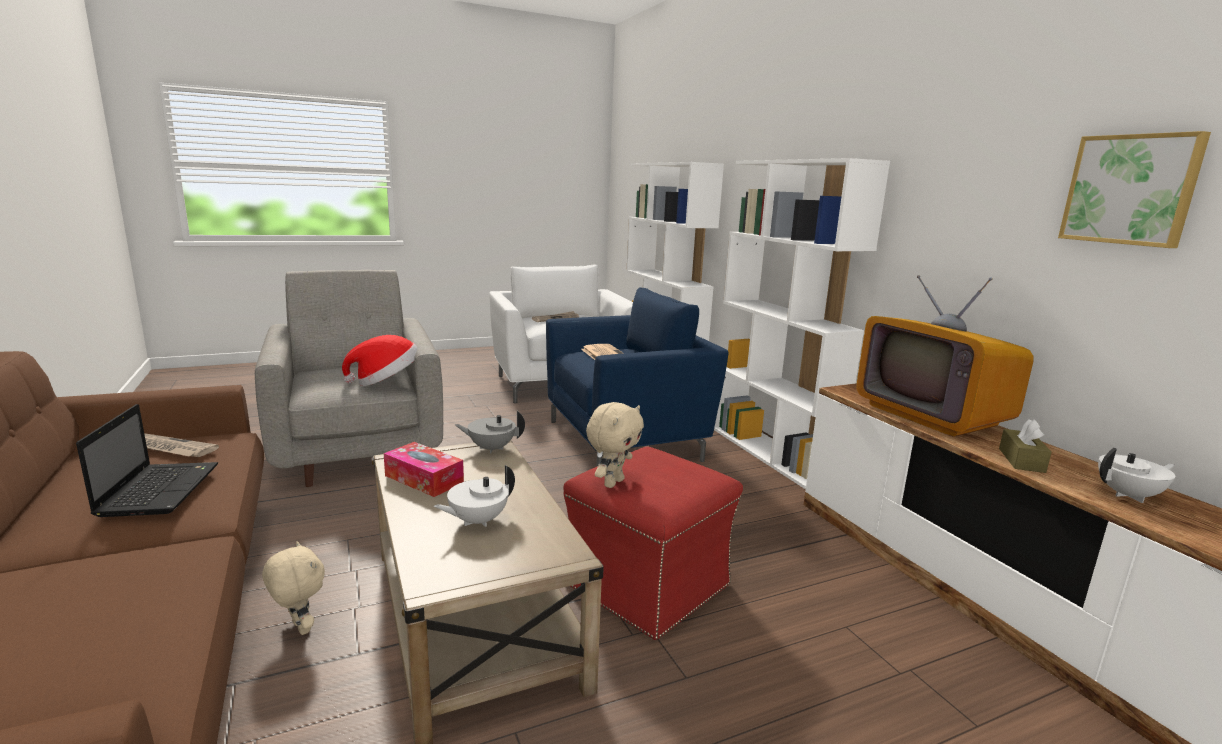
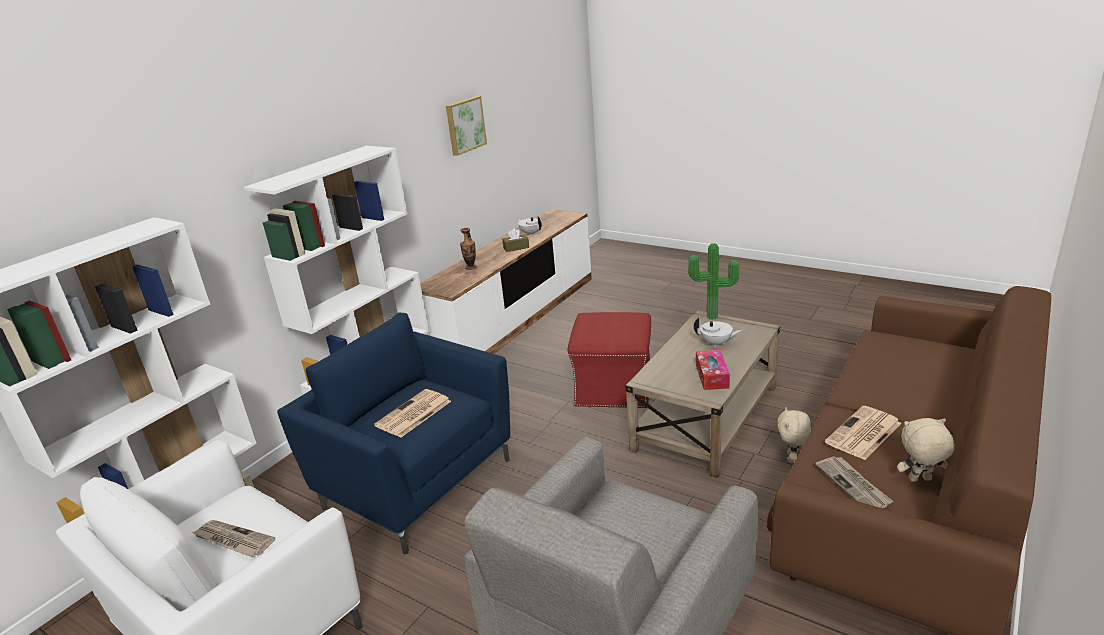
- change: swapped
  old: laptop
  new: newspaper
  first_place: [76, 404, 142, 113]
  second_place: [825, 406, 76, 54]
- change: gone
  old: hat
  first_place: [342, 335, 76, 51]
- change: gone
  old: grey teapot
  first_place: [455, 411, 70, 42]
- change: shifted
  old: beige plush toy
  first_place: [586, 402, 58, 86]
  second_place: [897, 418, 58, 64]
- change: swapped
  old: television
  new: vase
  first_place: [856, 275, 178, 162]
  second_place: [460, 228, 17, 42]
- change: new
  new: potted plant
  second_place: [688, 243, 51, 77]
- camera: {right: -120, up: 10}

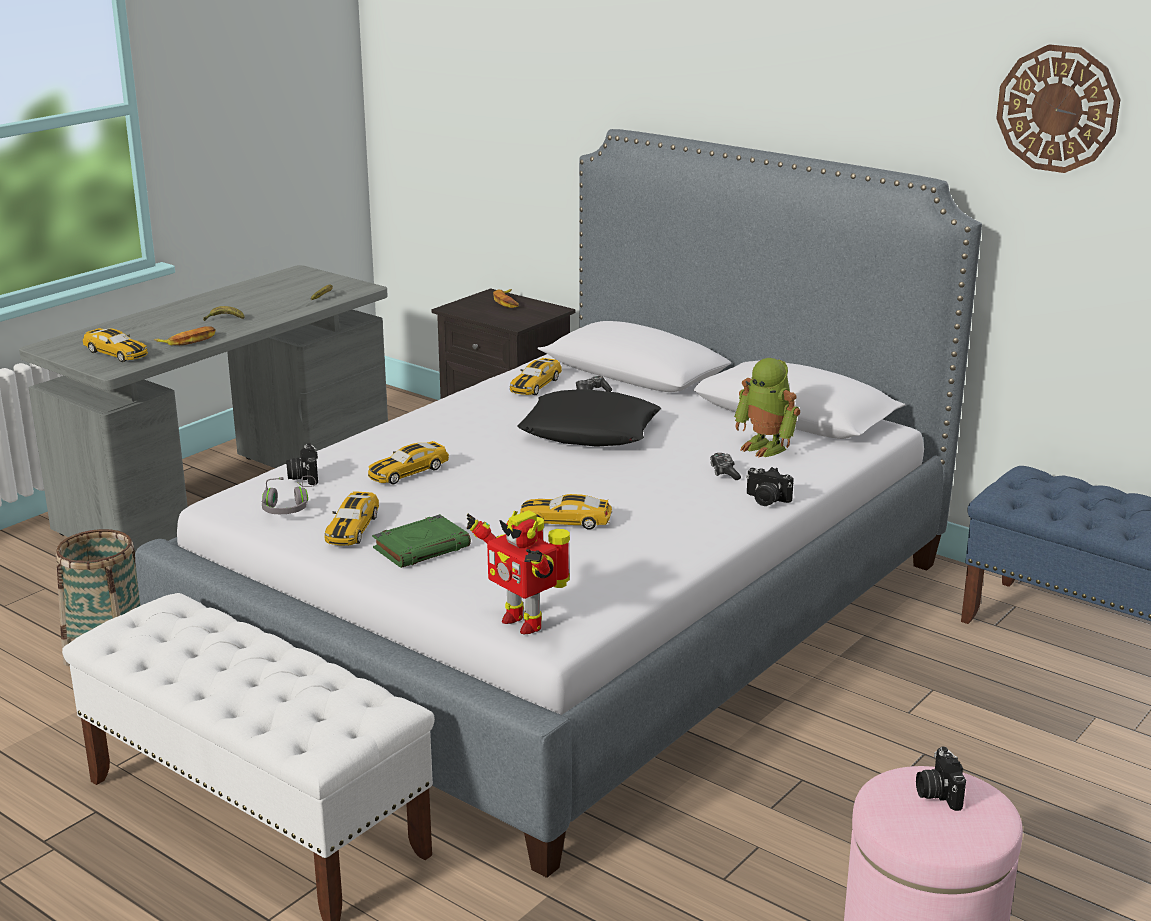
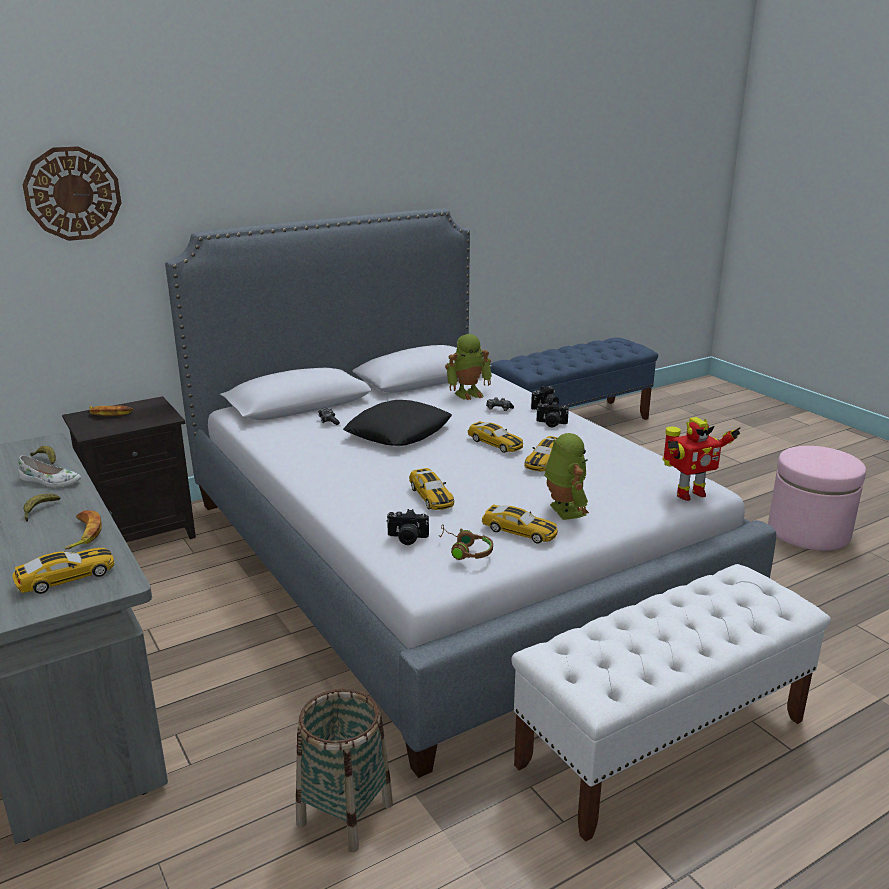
- change: repainted
  old: grey headphones
  new: brown headphones
  first_place: [262, 476, 54, 38]
  second_place: [439, 524, 54, 36]
- change: swapped
  old: green book
  new: toy robot
  first_place: [372, 514, 99, 54]
  second_place: [544, 433, 45, 87]
- change: shifted
  old: toy car
  first_place: [510, 358, 52, 37]
  second_place: [468, 421, 55, 32]
- change: shifted
  old: photo camera
  first_place: [916, 747, 50, 64]
  second_place: [536, 402, 33, 25]
- change: shifted
  old: wall clock
  first_place: [996, 44, 125, 129]
  second_place: [23, 146, 98, 95]
- change: new
  new: white shoe
  second_place: [18, 455, 63, 32]
- camera: {right: -70, up: 0}

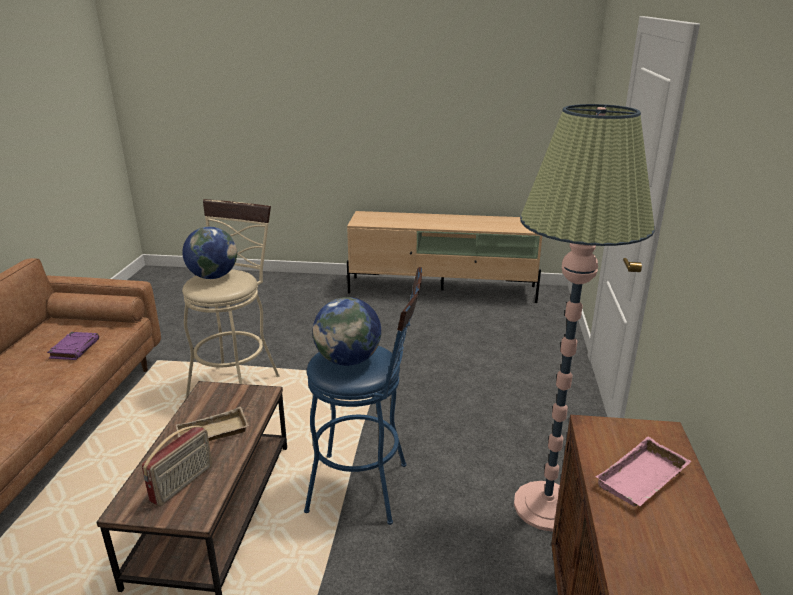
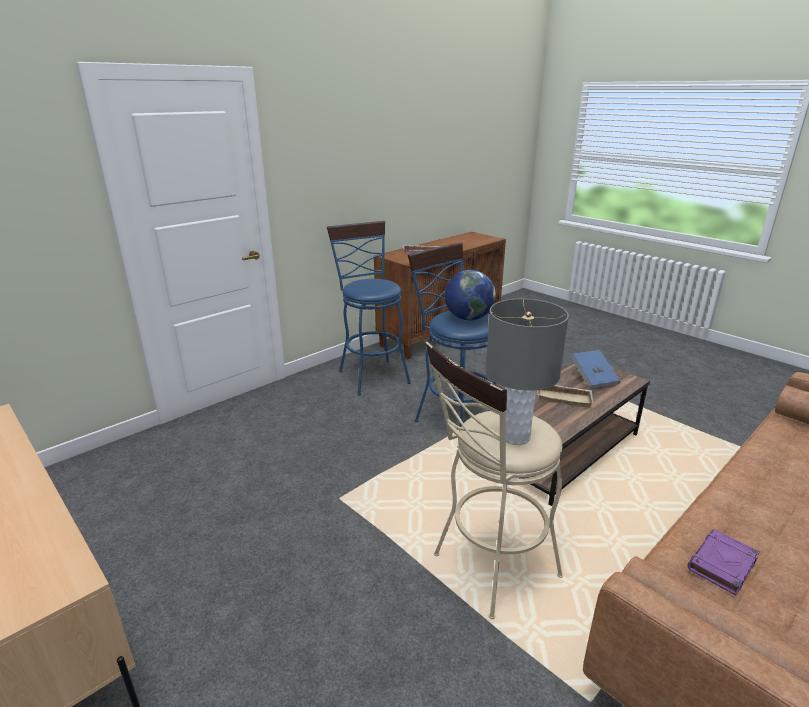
- change: swapped
  old: radio
  new: blue book
  first_place: [142, 425, 70, 81]
  second_place: [571, 350, 49, 39]
- change: swapped
  old: globe
  new: grey table lamp
  first_place: [182, 227, 55, 52]
  second_place: [485, 299, 84, 146]
- change: swapped
  old: floor lamp
  new: blue stool
  first_place: [514, 104, 141, 428]
  second_place: [327, 221, 84, 174]
- camera: {right: -140, up: 0}

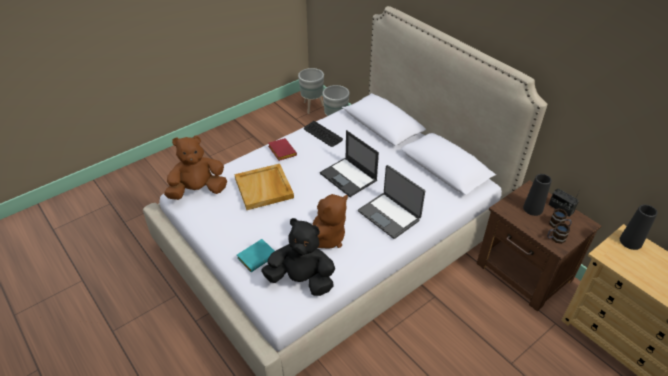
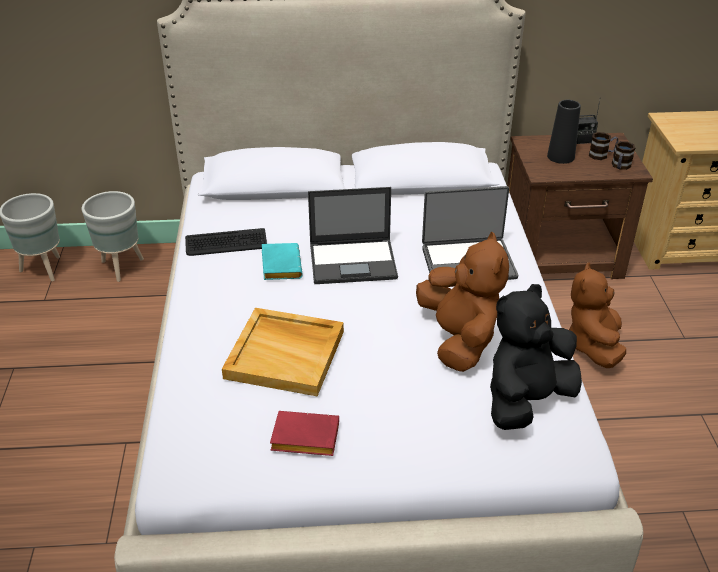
- change: shifted
  old: brown plush toy
  first_place: [164, 135, 63, 65]
  second_place: [569, 263, 57, 105]
- change: shifted
  old: turquoise book
  first_place: [237, 239, 38, 33]
  second_place: [262, 243, 41, 37]
- change: shifted
  old: red book
  first_place: [268, 138, 29, 23]
  second_place: [270, 411, 69, 45]
- change: gone
  old: black vase
  first_place: [620, 204, 37, 46]
- camera: {right: -55, up: -5}

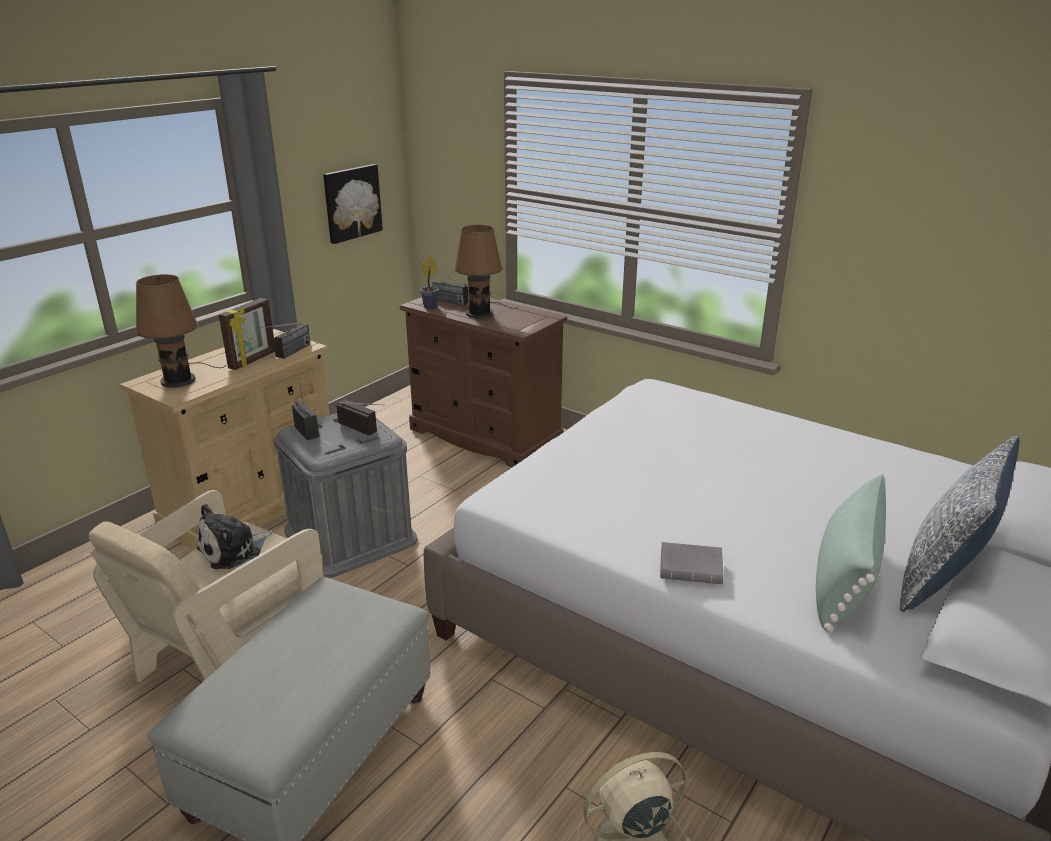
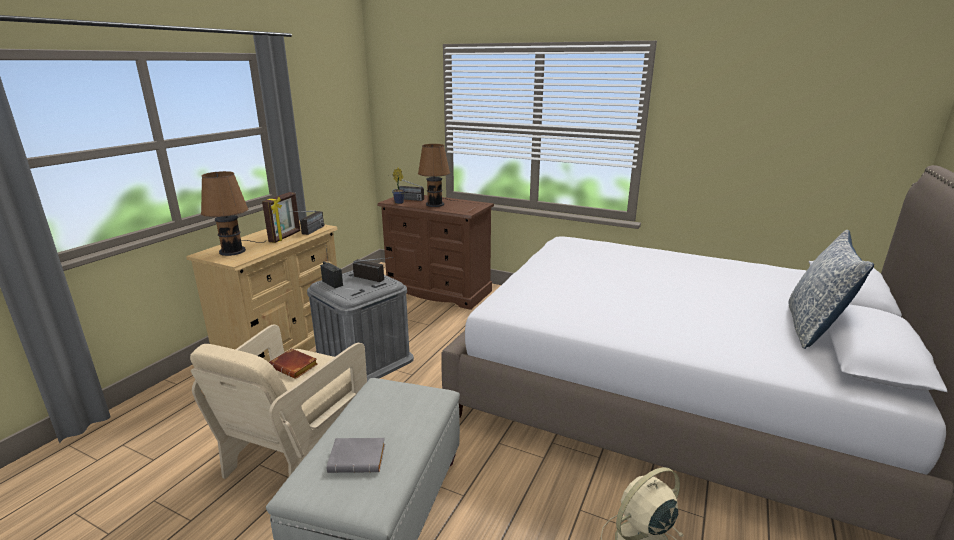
- change: swapped
  old: plush toy
  new: brown book
  first_place: [197, 504, 76, 65]
  second_place: [269, 348, 49, 31]
- change: gone
  old: picture
  first_place: [323, 164, 60, 80]
- change: shifted
  old: grey book
  first_place: [660, 542, 63, 42]
  second_place: [327, 438, 58, 35]
- change: gone
  old: green pillow
  first_place: [816, 474, 70, 158]
- camera: {right: -10, up: -5}

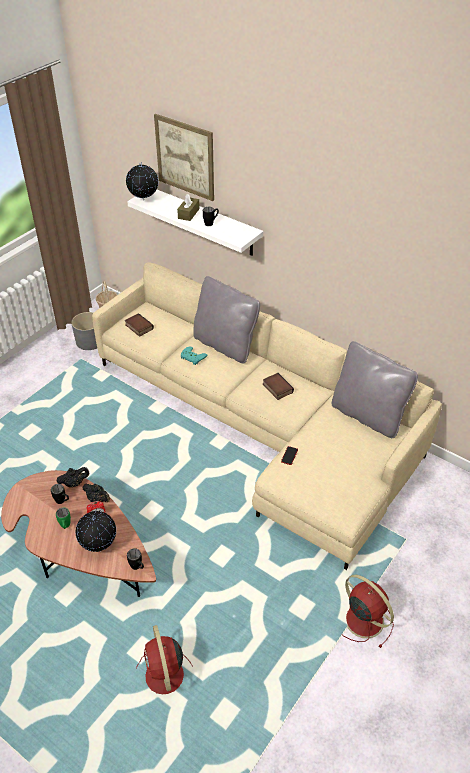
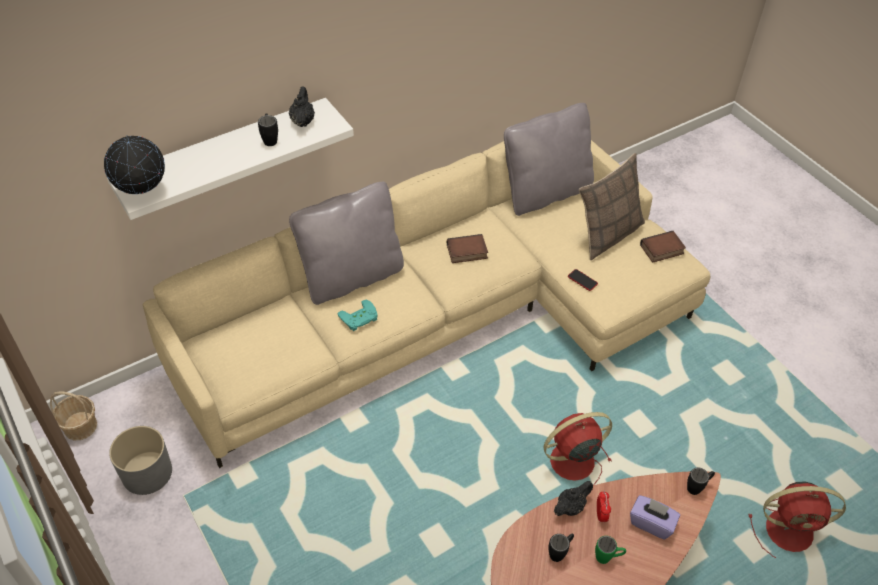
- change: shifted
  old: black teapot
  first_place: [56, 467, 33, 20]
  second_place: [289, 86, 26, 41]
- change: swapped
  old: globe
  new: purple tissue box
  first_place: [75, 511, 41, 41]
  second_place: [630, 495, 50, 45]
- change: shifted
  old: book
  first_place: [125, 313, 29, 24]
  second_place: [640, 231, 46, 32]
- change: gone
  old: picture
  first_place: [154, 114, 60, 87]
- change: gone
  old: brown tissue box
  first_place: [177, 194, 23, 27]
- change: shifted
  old: red fan
  first_place: [342, 574, 52, 74]
  second_place: [543, 412, 69, 73]
- change: new
  new: pillow
  second_place: [579, 153, 66, 107]
- camera: {right: -70, up: 5}

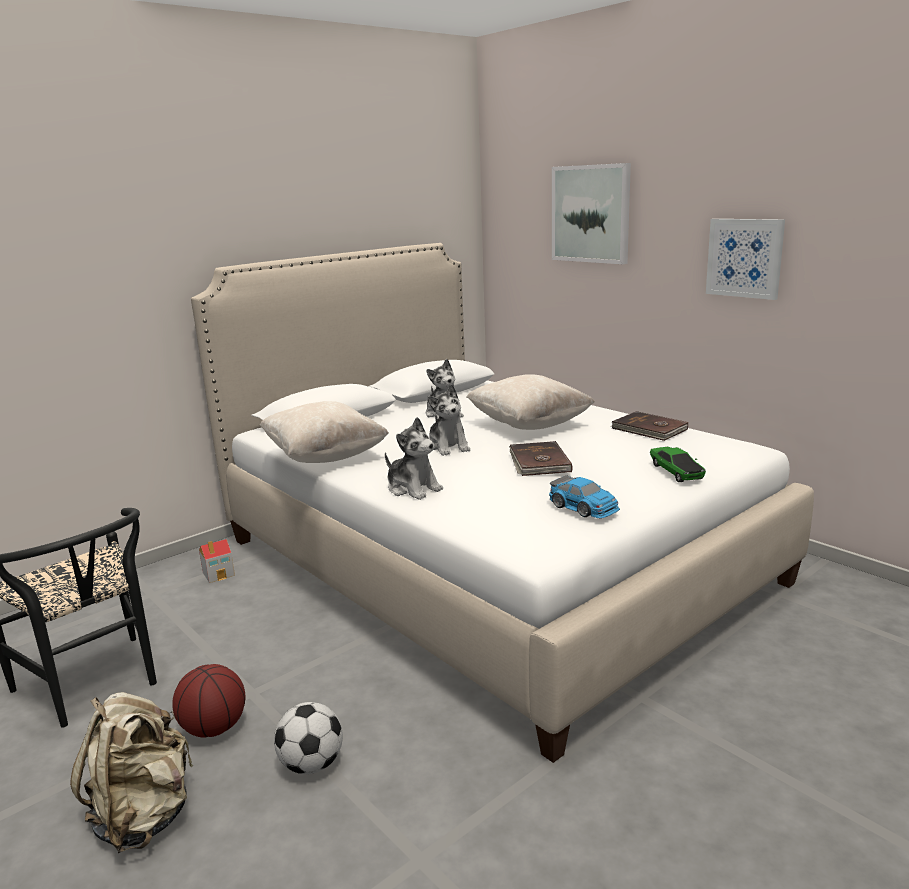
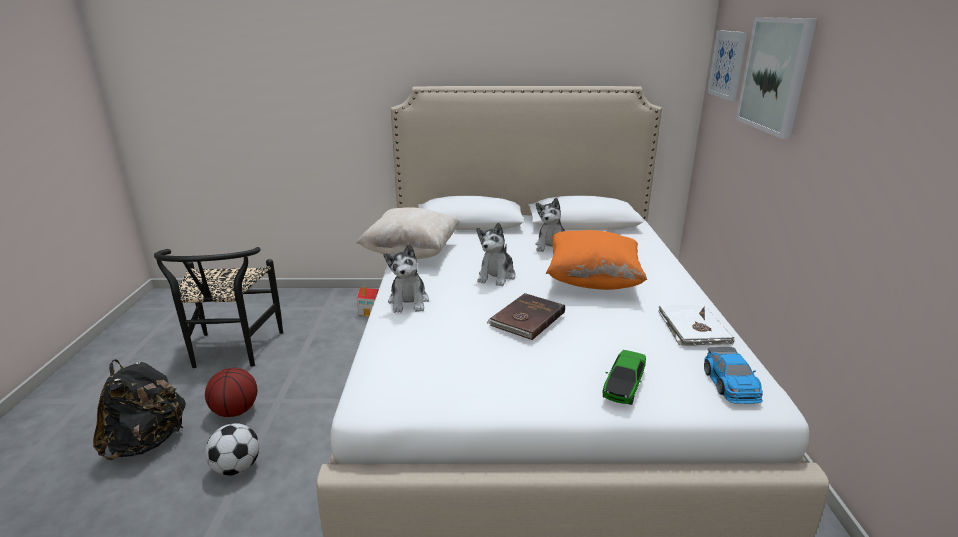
- change: repainted
  old: beige backpack
  new: black backpack
  first_place: [70, 692, 123, 161]
  second_place: [93, 359, 93, 101]
- change: repainted
  old: beige pillow
  new: orange pillow
  first_place: [466, 374, 129, 56]
  second_place: [546, 230, 101, 60]
- change: shifted
  old: toy car
  first_place: [549, 476, 71, 43]
  second_place: [704, 347, 59, 57]
- change: repainted
  old: brown book
  new: white book
  first_place: [611, 411, 77, 30]
  second_place: [658, 304, 76, 43]
- change: shifted
  old: picture
  first_place: [706, 219, 79, 81]
  second_place: [707, 30, 40, 71]
- camera: {right: 40, up: 5}

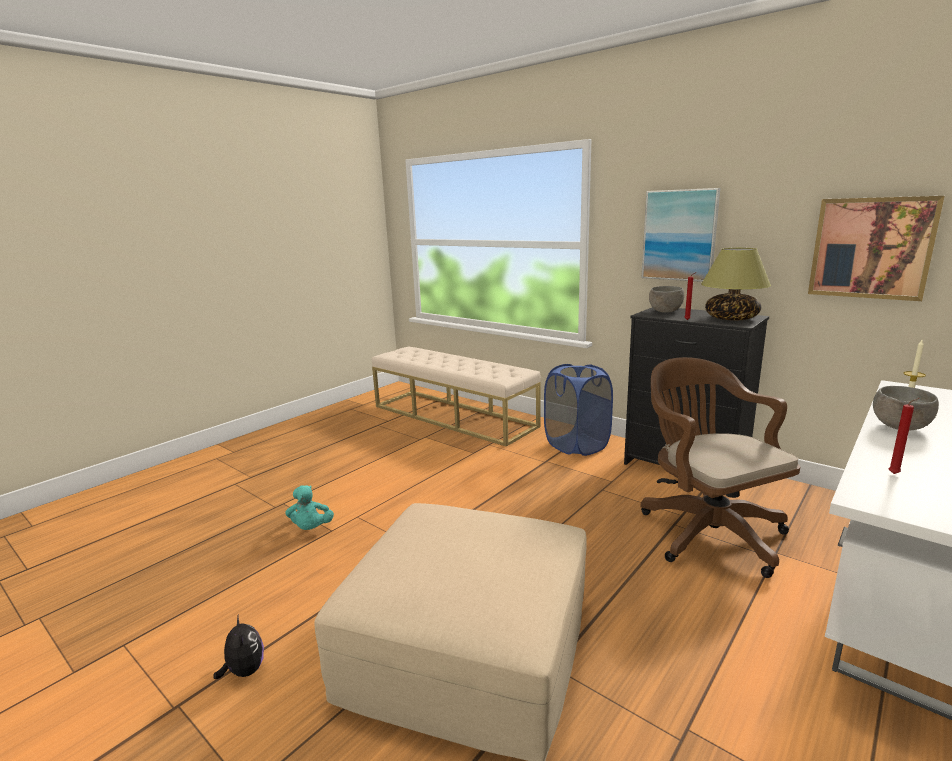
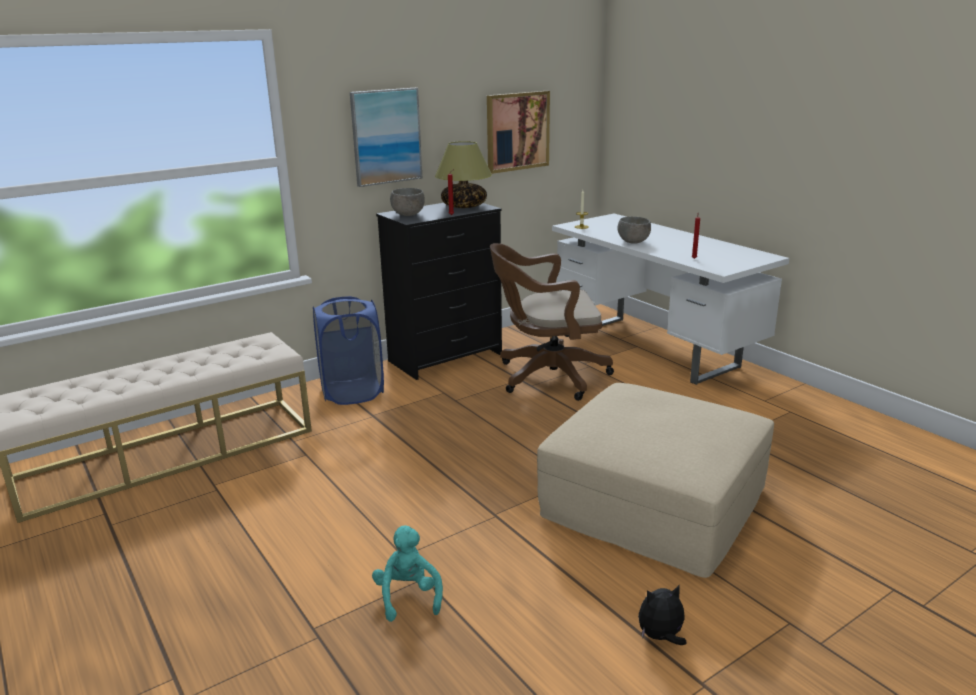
- change: rotated
  old: turquoise plush toy
  first_place: [285, 485, 49, 45]
  second_place: [372, 525, 71, 97]
  degrees: -105
- camera: {right: -75, up: 5}

